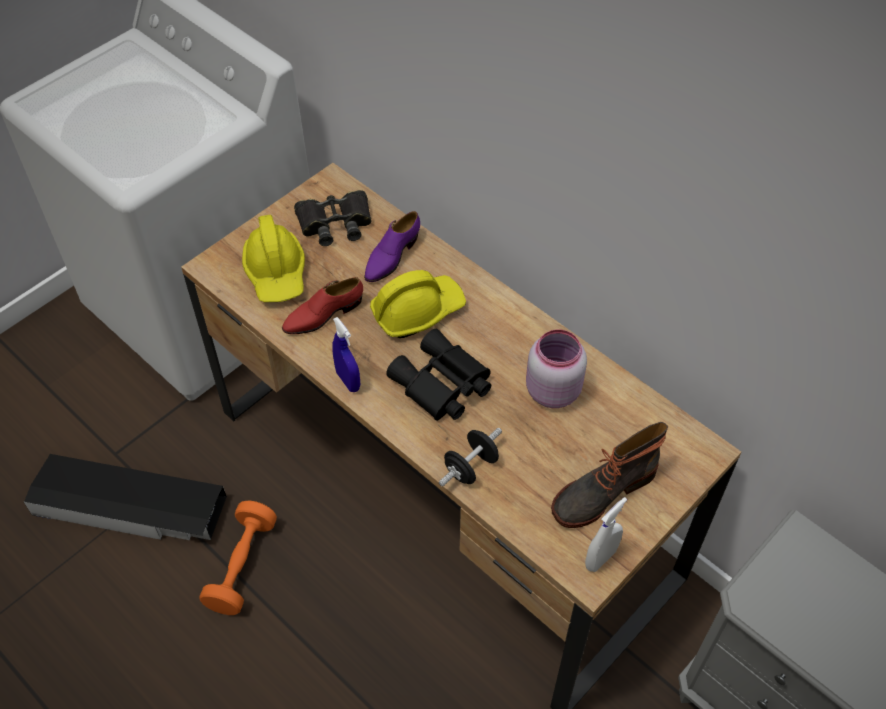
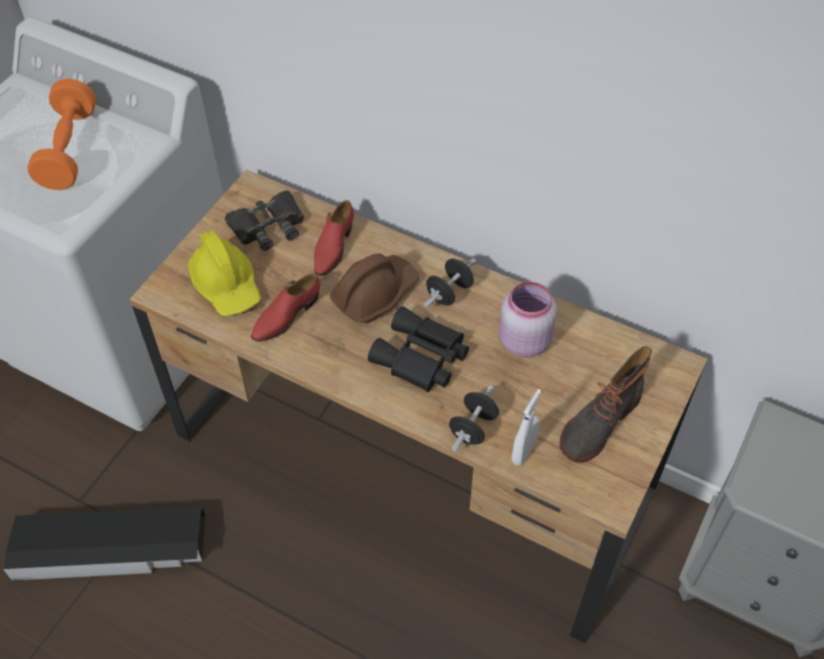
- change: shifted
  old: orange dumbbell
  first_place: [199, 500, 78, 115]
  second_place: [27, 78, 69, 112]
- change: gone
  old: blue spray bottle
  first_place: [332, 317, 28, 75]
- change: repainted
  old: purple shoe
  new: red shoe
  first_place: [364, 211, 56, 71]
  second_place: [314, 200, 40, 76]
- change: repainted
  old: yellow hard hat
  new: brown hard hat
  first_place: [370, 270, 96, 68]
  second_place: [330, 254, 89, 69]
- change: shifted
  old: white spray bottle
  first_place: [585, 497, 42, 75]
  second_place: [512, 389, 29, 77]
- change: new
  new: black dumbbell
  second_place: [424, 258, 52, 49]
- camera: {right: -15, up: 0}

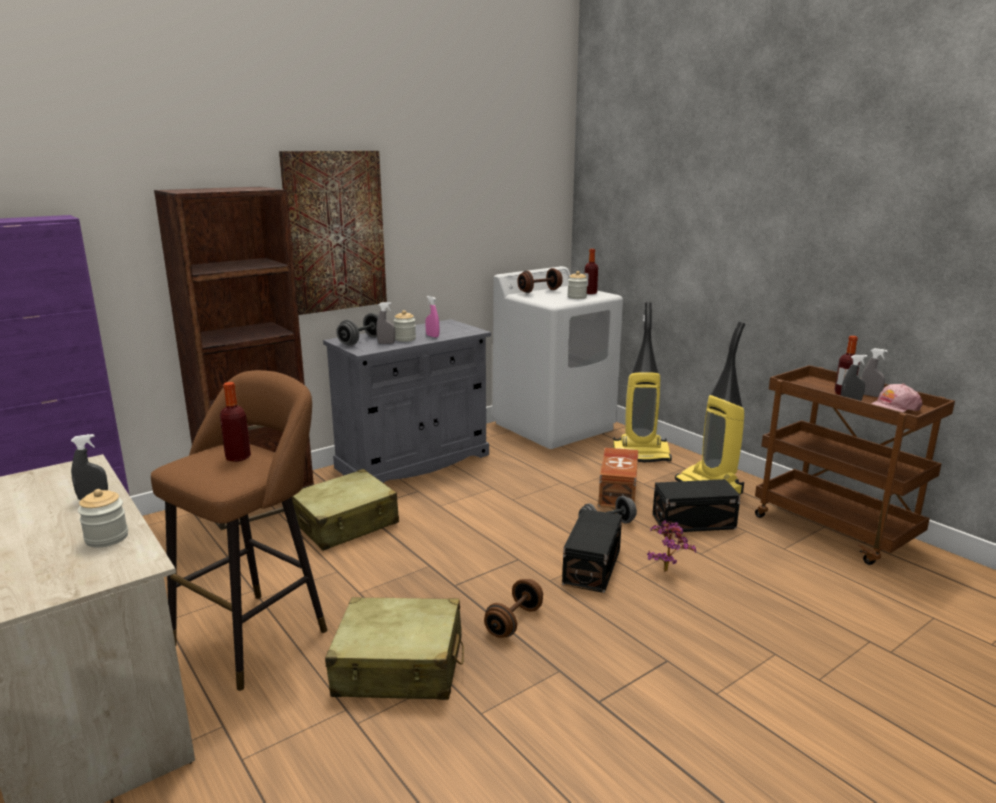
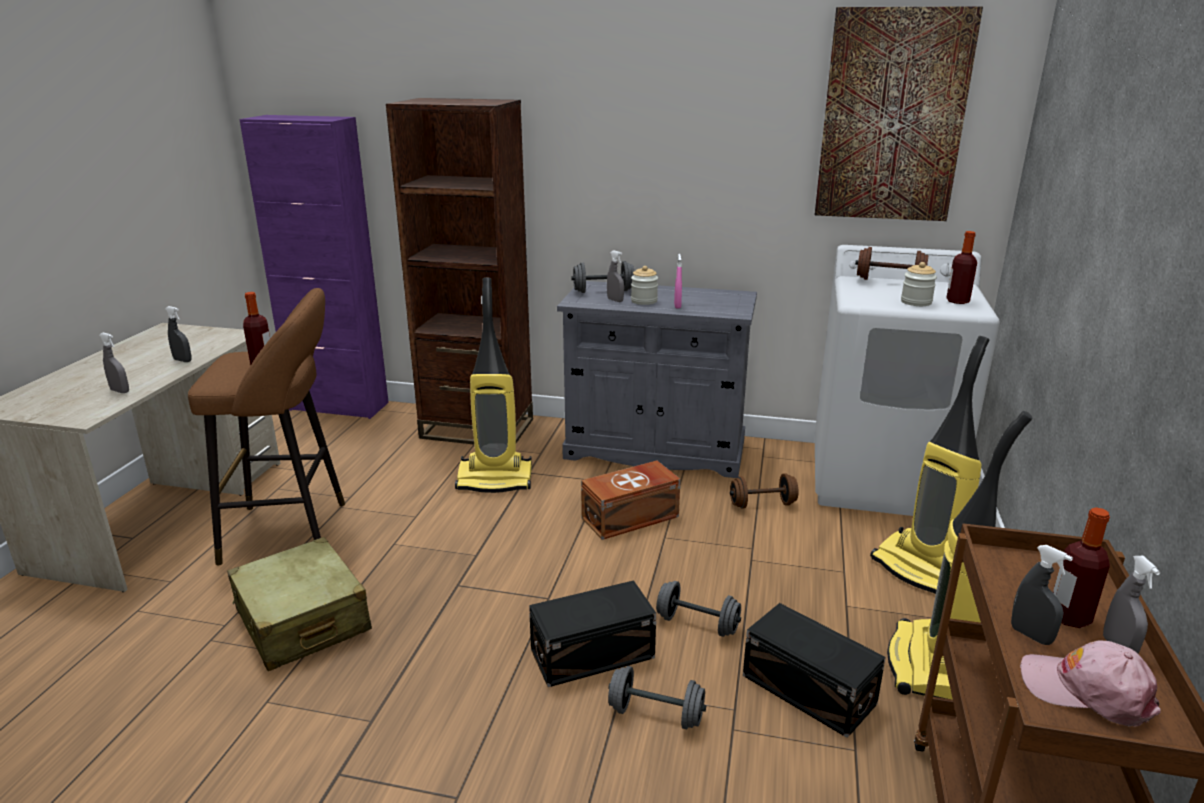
- change: swapped
  old: jar
  new: grey spray bottle
  first_place: [78, 489, 50, 59]
  second_place: [99, 332, 30, 61]
- change: shifted
  old: picture
  first_place: [279, 151, 108, 164]
  second_place: [815, 6, 168, 215]
- change: swapped
  old: beige suitcase
  new: vacuum cleaner
  first_place: [291, 469, 108, 82]
  second_place: [455, 278, 77, 215]
- change: shifted
  old: brown dumbbell
  first_place: [484, 579, 59, 59]
  second_place: [730, 473, 69, 36]
- change: shifted
  old: brown storage box
  first_place: [598, 448, 40, 60]
  second_place: [581, 461, 99, 79]
- change: swapped
  old: potted plant
  new: grey dumbbell
  first_place: [647, 520, 49, 52]
  second_place: [608, 666, 98, 64]
- camera: {right: 50, up: 5}

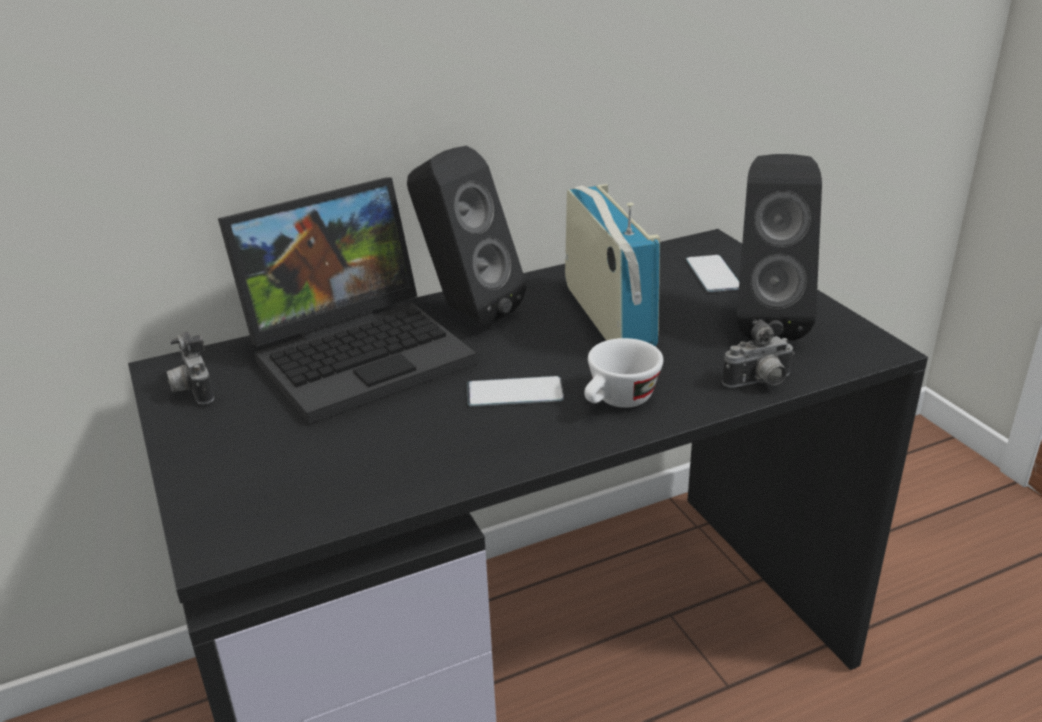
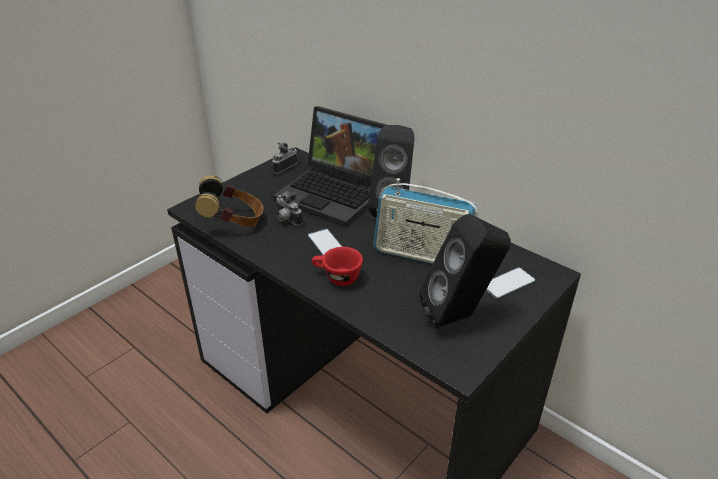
- change: rotated
  old: radio
  first_place: [565, 184, 95, 162]
  second_place: [373, 178, 106, 86]
  degrees: 60
- change: repainted
  old: white cup
  new: red cup
  first_place: [584, 338, 79, 70]
  second_place: [312, 247, 51, 39]
- change: shifted
  old: photo camera
  first_place: [722, 320, 72, 68]
  second_place: [276, 191, 27, 35]
- change: new
  new: headphones
  second_place: [195, 175, 69, 52]
- camera: {right: 65, up: 5}

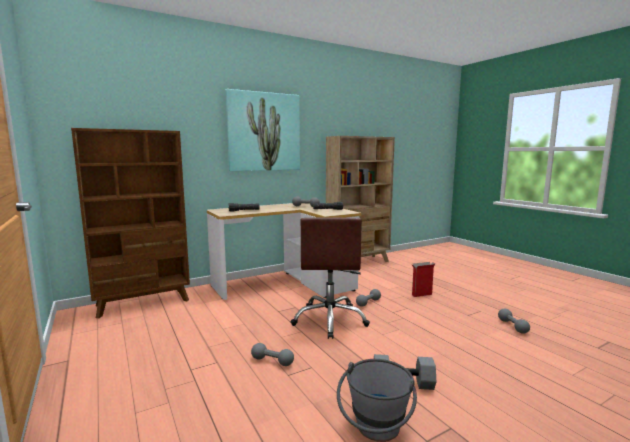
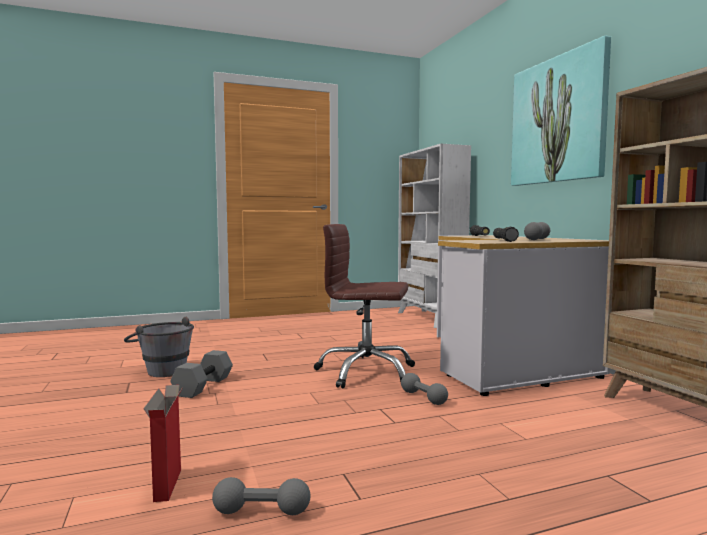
- change: repainted
  old: brown bookcase
  new: white bookcase
  first_place: [71, 128, 119, 190]
  second_place: [398, 144, 73, 184]
- change: gone
  old: grey dumbbell
  first_place: [251, 343, 43, 23]
- change: shifted
  old: cardboard box
  first_place: [411, 262, 24, 35]
  second_place: [143, 385, 40, 117]
- camera: {right: 100, up: -5}

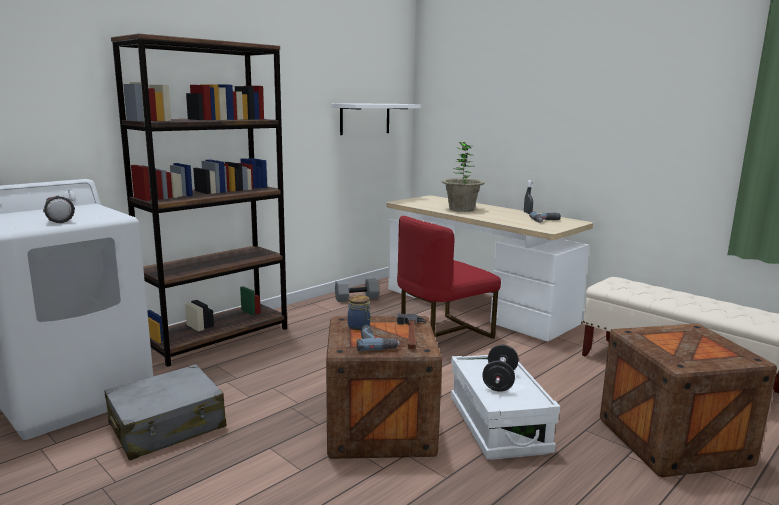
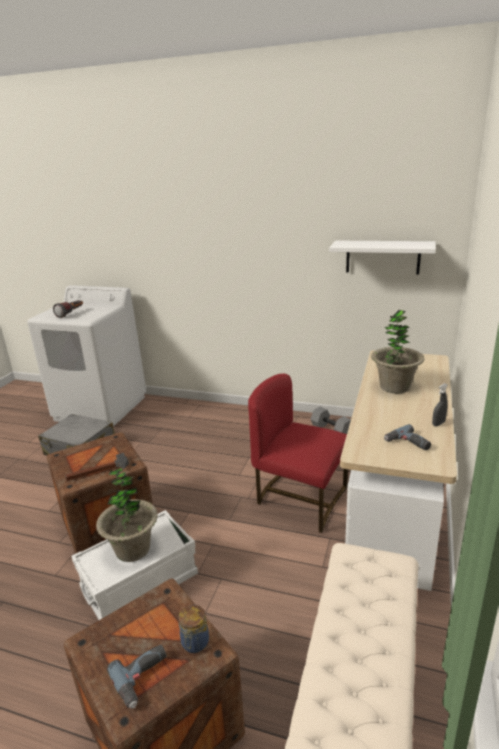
- change: gone
  old: brown bookcase
  first_place: [111, 33, 176, 334]
- change: shifted
  old: jar
  first_place: [348, 295, 23, 35]
  second_place: [178, 605, 31, 48]
- change: shifted
  old: power drill
  first_place: [357, 325, 43, 26]
  second_place: [107, 644, 59, 65]
- change: swapped
  old: black dumbbell
  new: potted plant
  first_place: [482, 345, 37, 47]
  second_place: [96, 468, 62, 94]
- camera: {right: 65, up: 10}

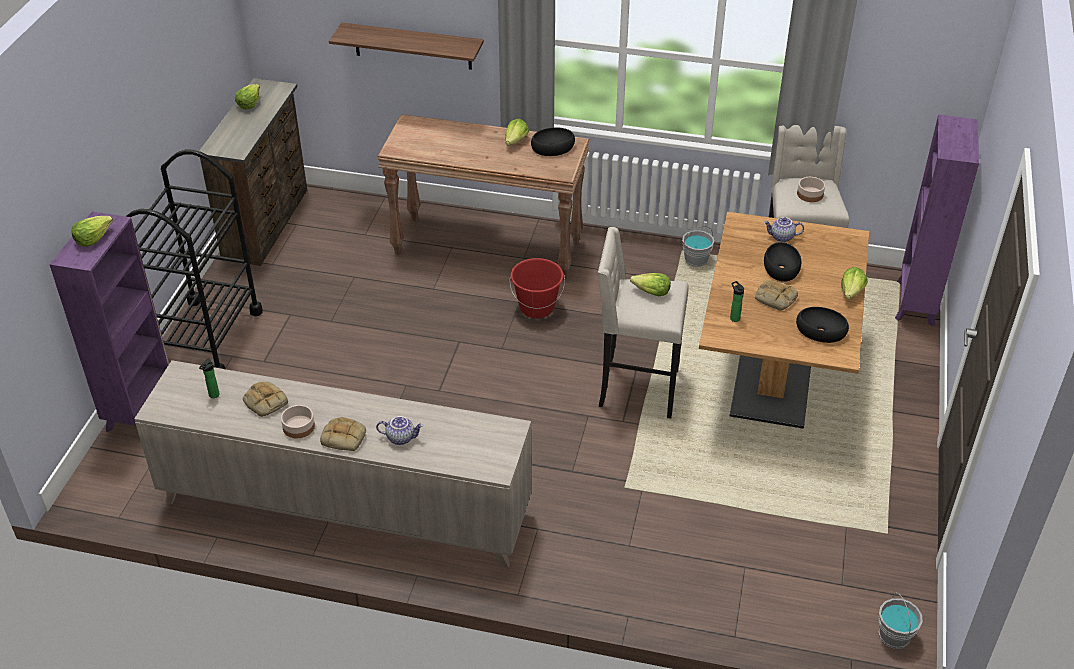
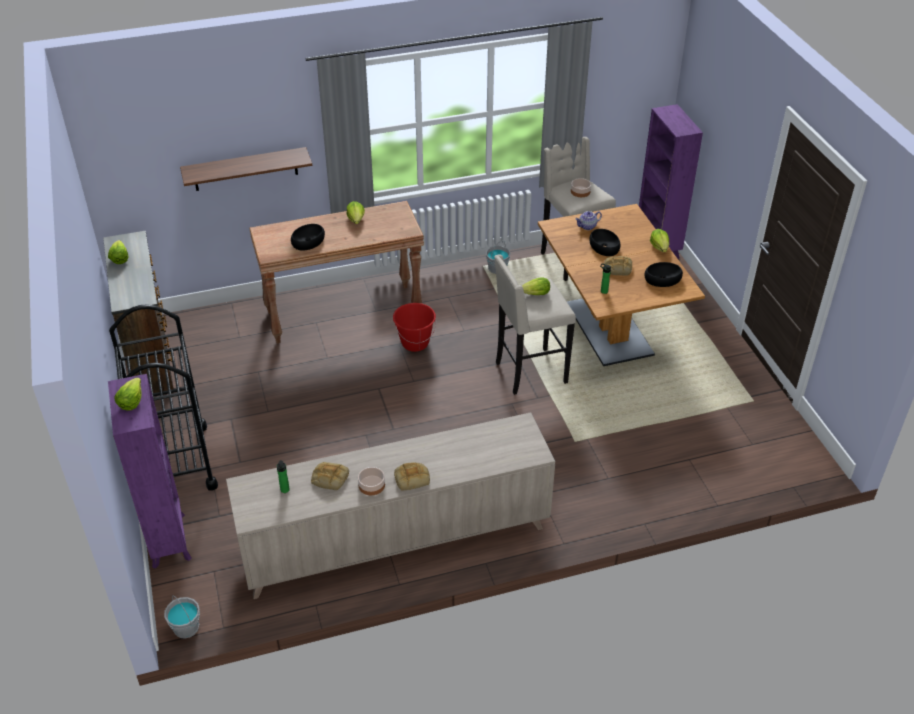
- change: gone
  old: teapot
  first_place: [376, 416, 47, 29]
- change: shifted
  old: black bowl
  first_place: [531, 127, 44, 29]
  second_place: [291, 224, 34, 27]
- change: shifted
  old: grey bucket
  first_place: [879, 593, 44, 56]
  second_place: [164, 595, 36, 44]
- camera: {right: -30, up: 0}

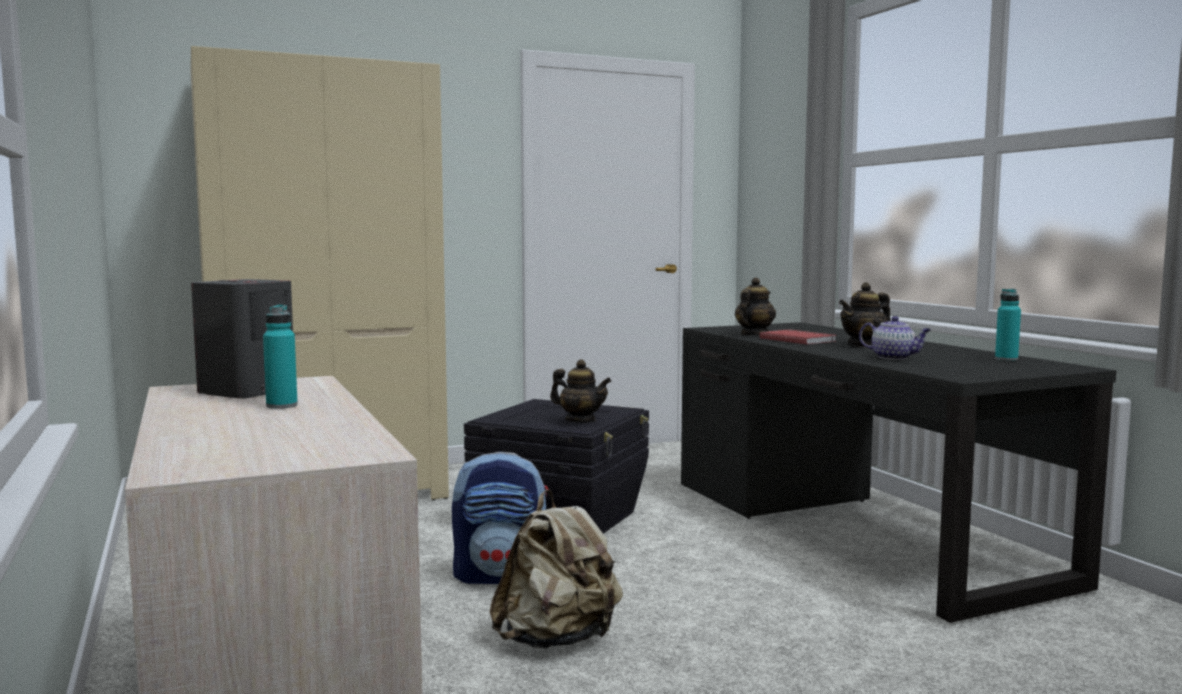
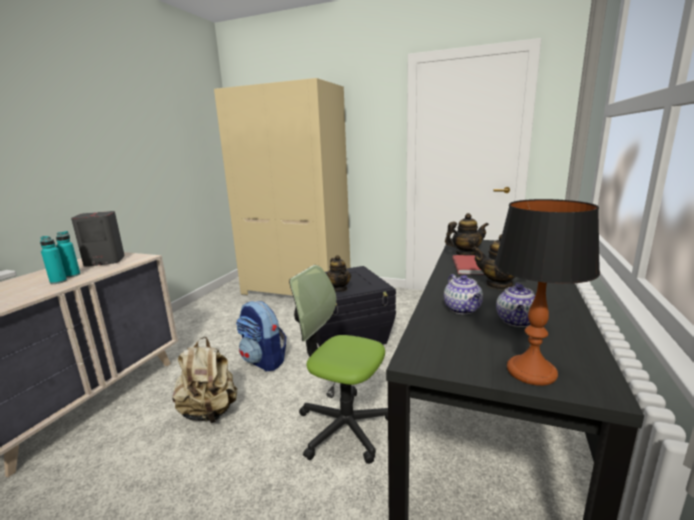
- change: shifted
  old: turquoise bottle
  first_place: [995, 289, 26, 72]
  second_place: [40, 236, 27, 48]
- change: new
  new: office chair
  second_place: [289, 265, 99, 199]
- change: new
  new: table lamp
  second_place: [494, 199, 106, 187]
- change: new
  new: teapot
  second_place: [496, 283, 39, 44]
- camera: {right: 45, up: 10}

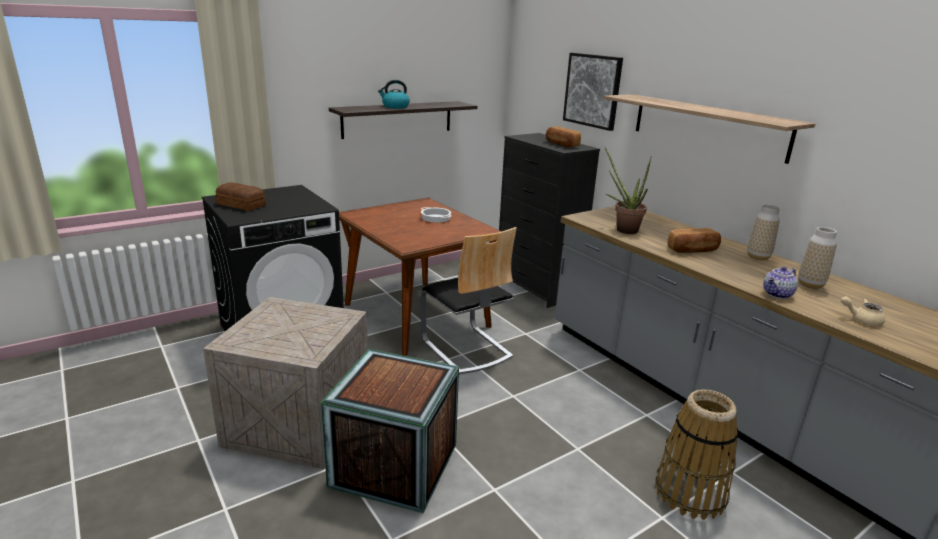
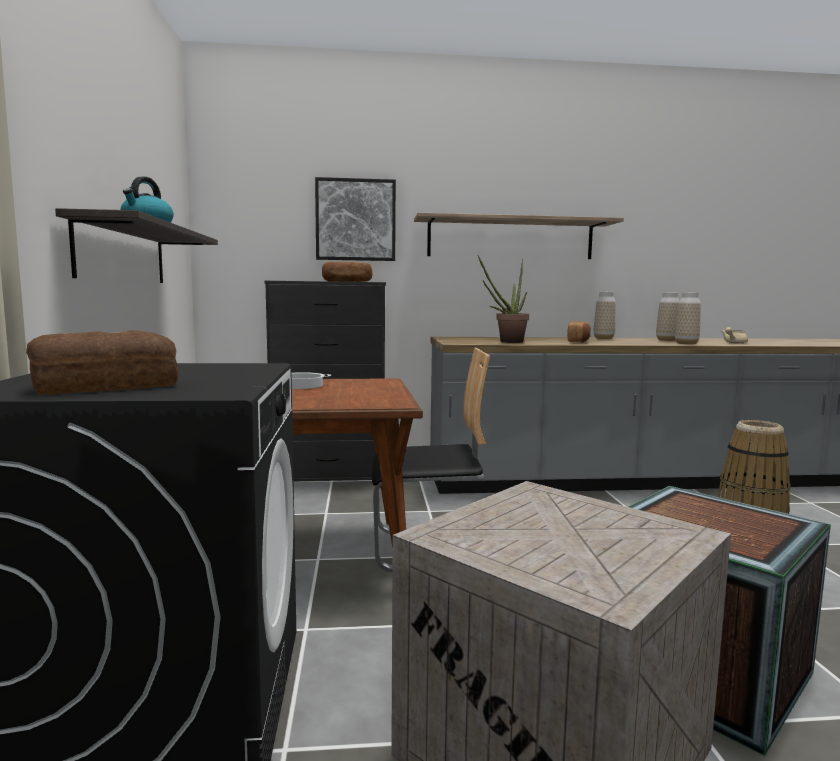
- change: swapped
  old: teapot
  new: vase
  first_place: [763, 267, 35, 32]
  second_place: [675, 292, 26, 53]
- camera: {right: -60, up: -15}

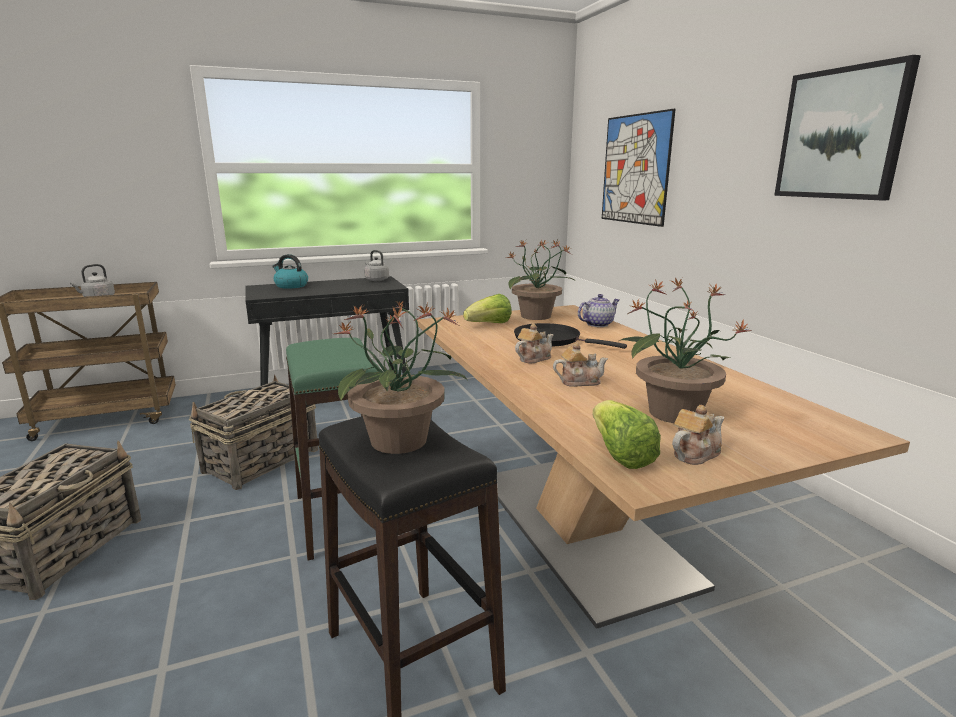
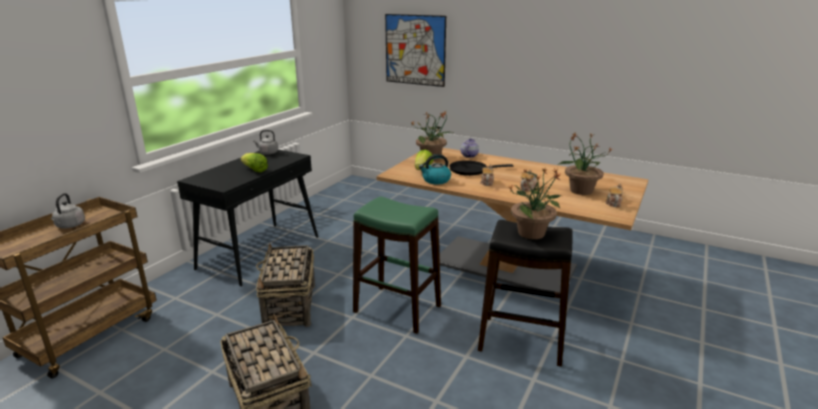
- change: shifted
  old: kettle
  first_place: [272, 254, 36, 35]
  second_place: [419, 154, 32, 30]
- change: shifted
  old: lettuce
  first_place: [592, 400, 69, 69]
  second_place: [241, 153, 27, 19]
- change: gone
  old: picture
  first_place: [774, 55, 147, 145]
- camera: {right: -40, up: 5}

